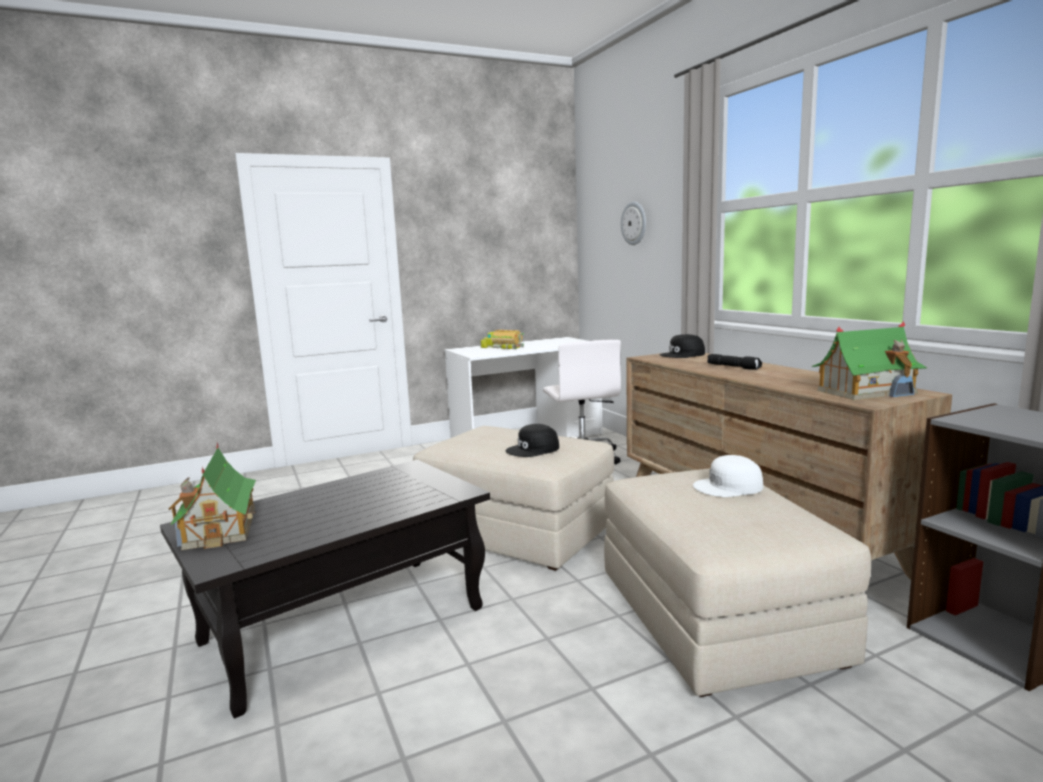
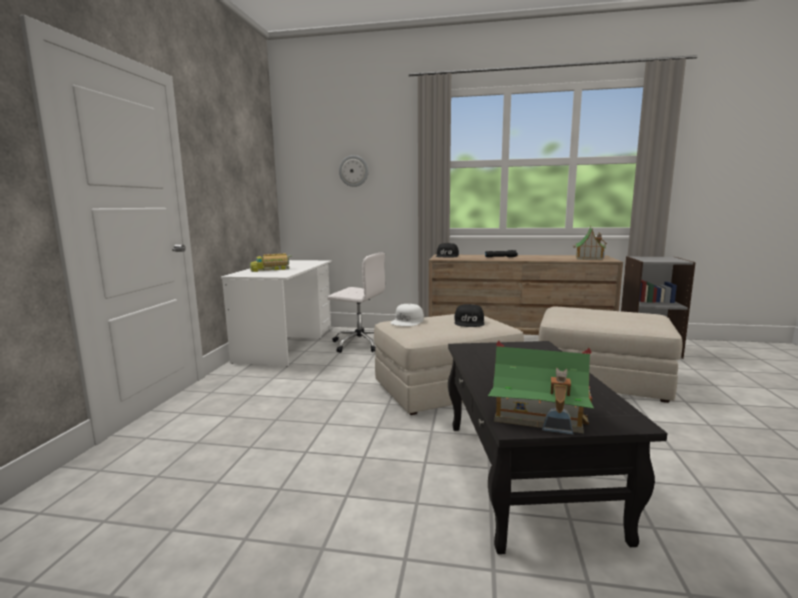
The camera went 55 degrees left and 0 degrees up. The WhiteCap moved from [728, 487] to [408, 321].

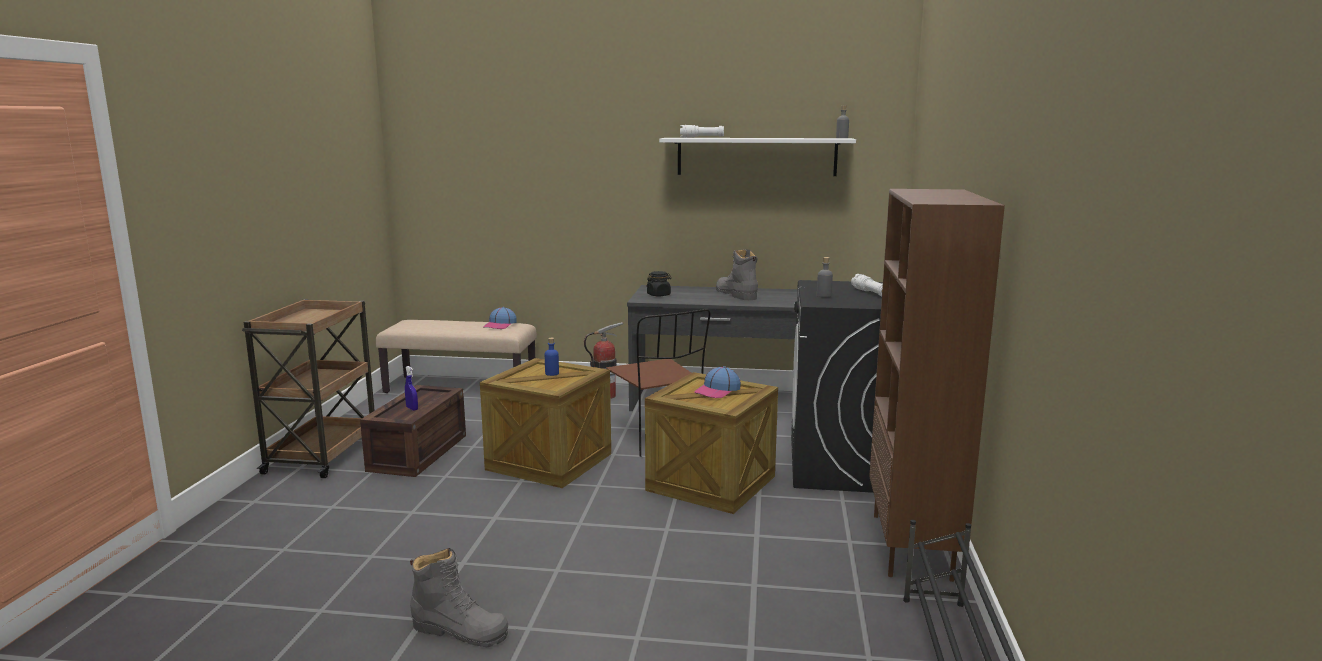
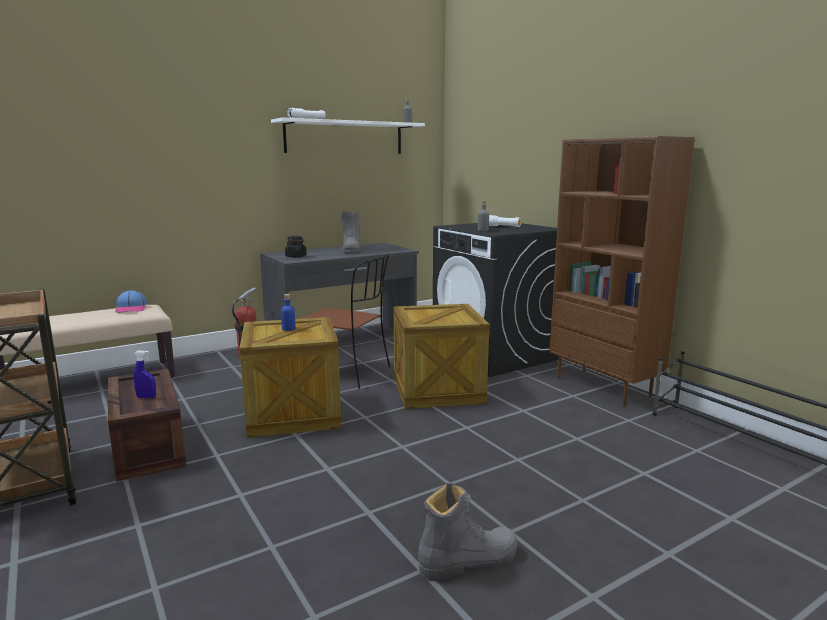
The camera went 40 degrees left and 0 degrees up. The Cap at [717, 391] disappeared. The GreyBoot at [736, 294] turned 120 degrees counterclockwise.

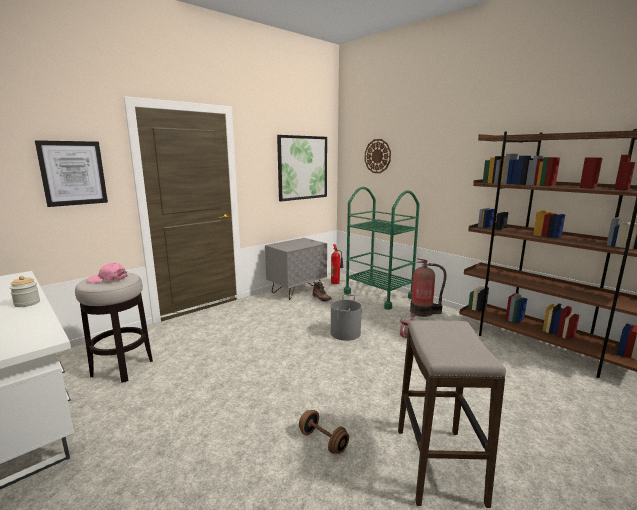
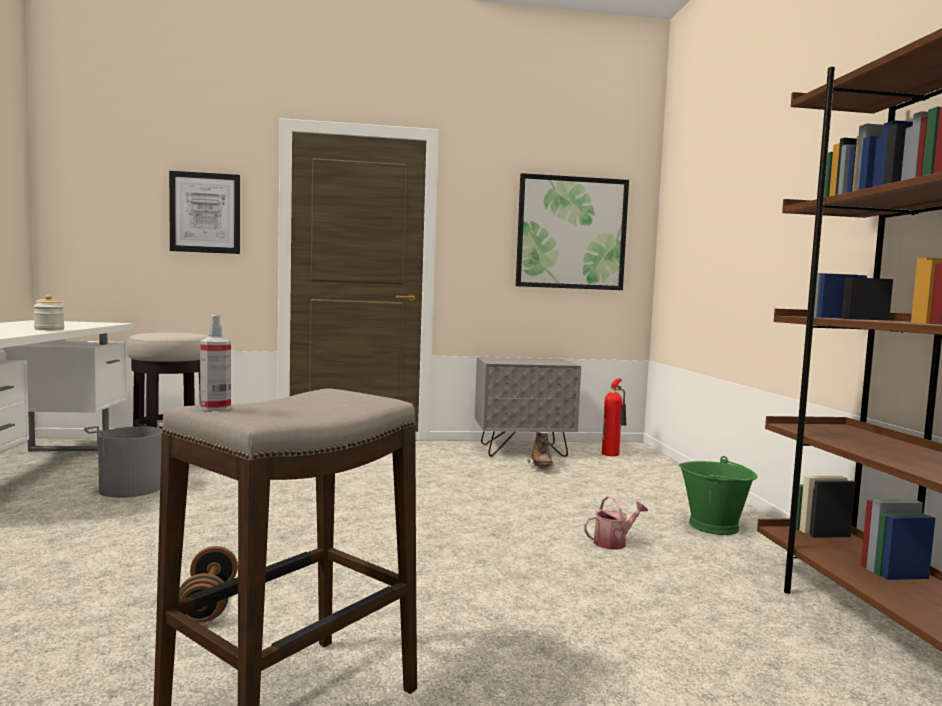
The camera went 35 degrees right and 10 degrees down. The PinkCap at [108, 278] disappeared. The GreyBucket moved from [346, 333] to [132, 488]. The GreenCart at [379, 295] disappeared. The WallClock at [377, 156] disappeared. The FireExtinguisher at [423, 312] was replaced by the GreenBucket at [714, 526]. The SprayBottle at [215, 408] appeared.

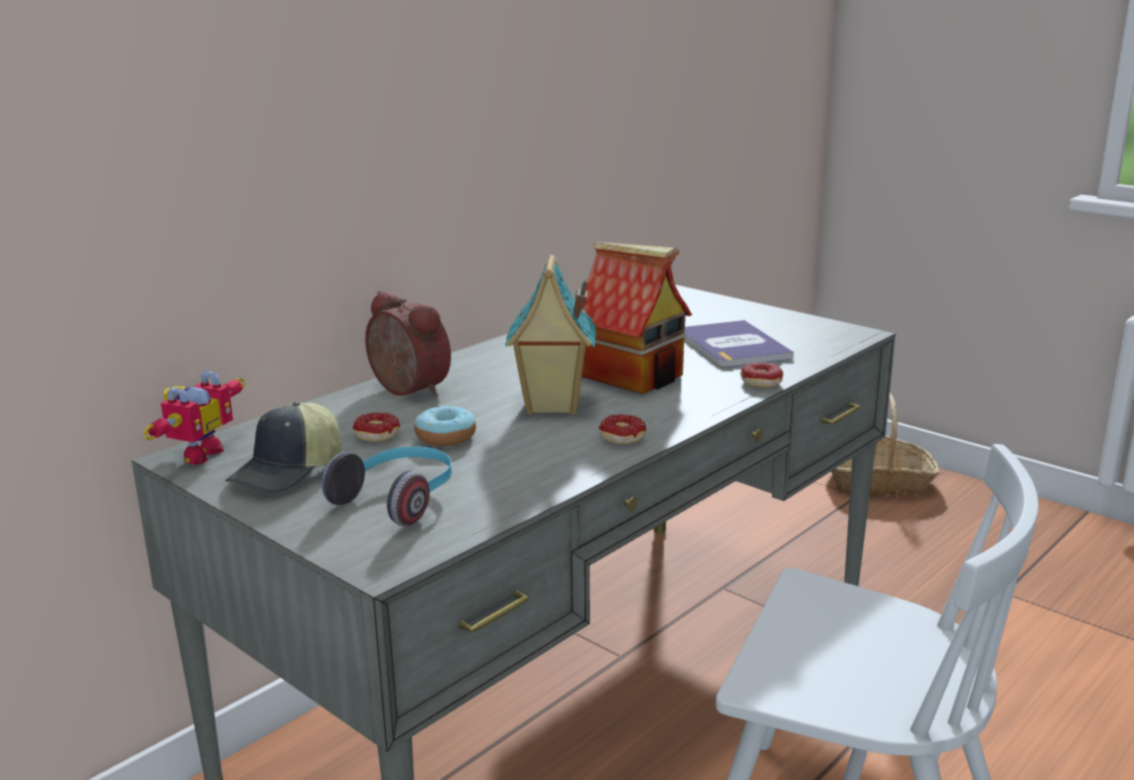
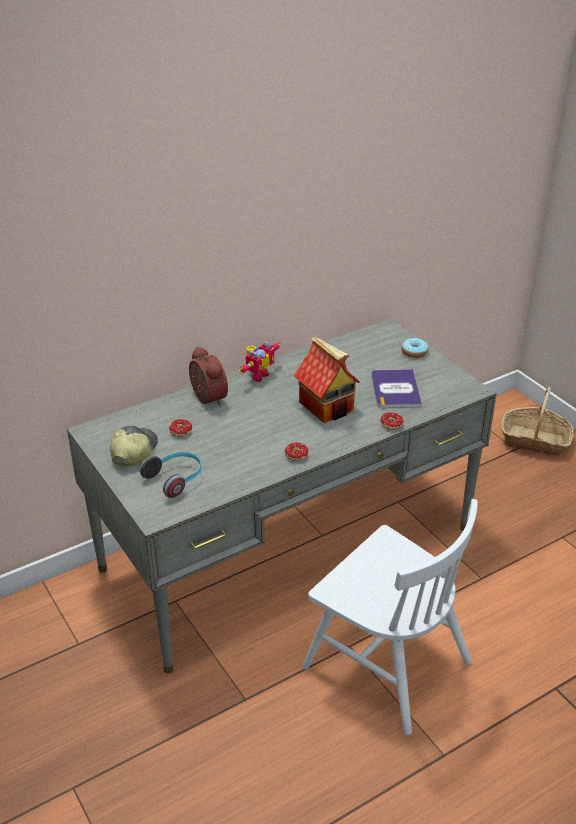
The camera went 15 degrees right and 15 degrees up. The ToyRobot moved from [197, 454] to [257, 375]. The Cap at [289, 472] turned 150 degrees clockwise. The Donut moved from [445, 437] to [414, 352]. The ToyHouse at [551, 406] disappeared.

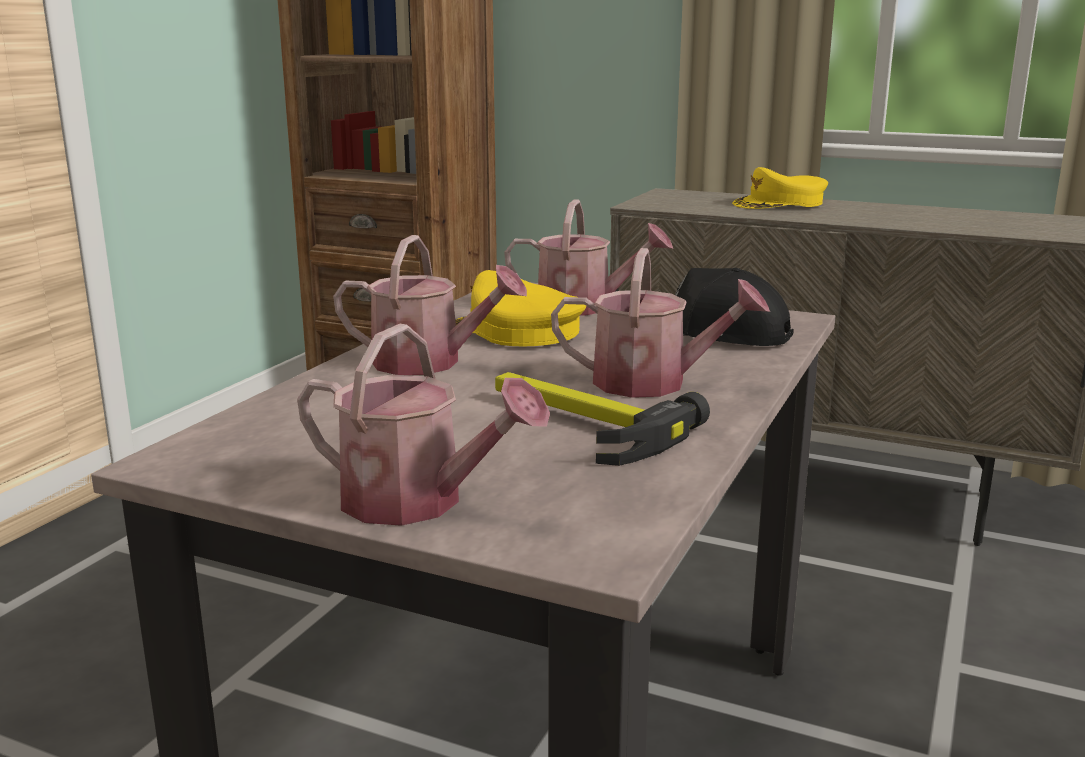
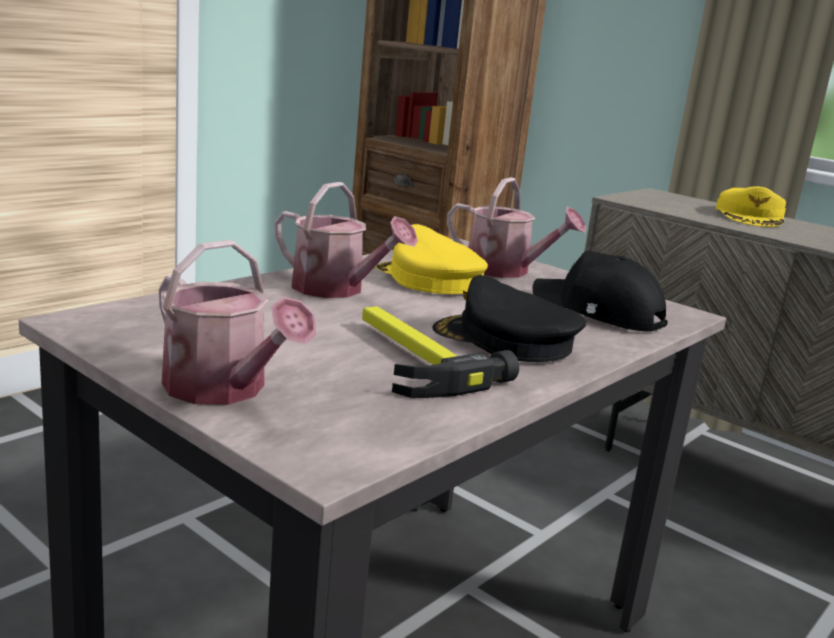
The camera went 15 degrees right and 0 degrees up. The WateringCan at [653, 383] was replaced by the BlackCap at [504, 340]. The YellowCap at [780, 204] turned 75 degrees counterclockwise.

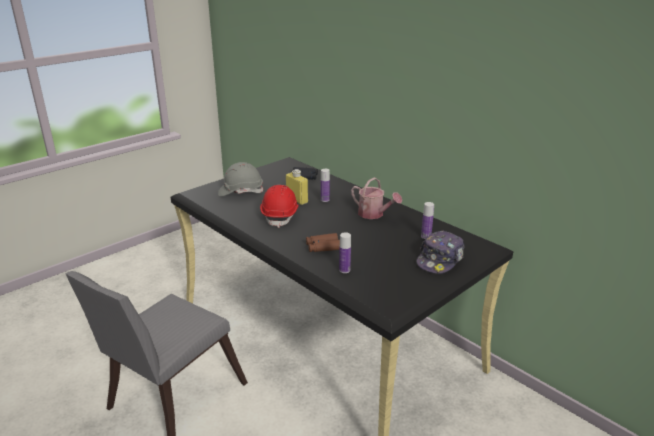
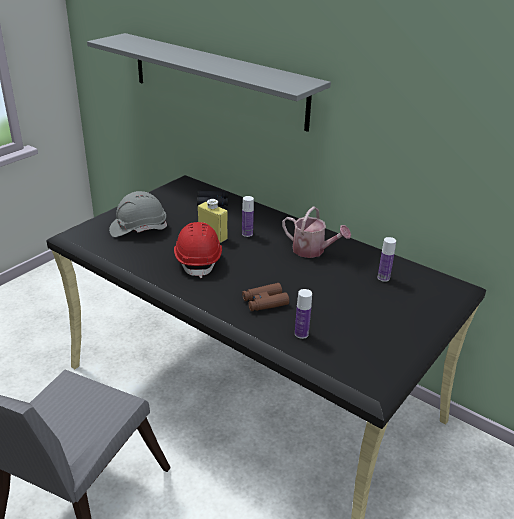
The camera went 10 degrees left and 5 degrees up. The Cap at [440, 260] disappeared. The GreyShelf at [217, 80] appeared.

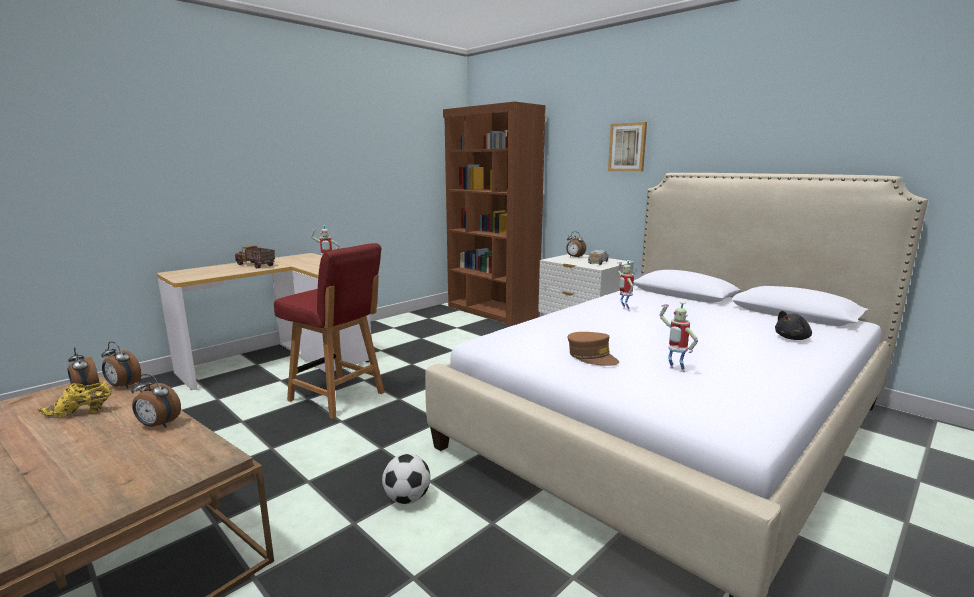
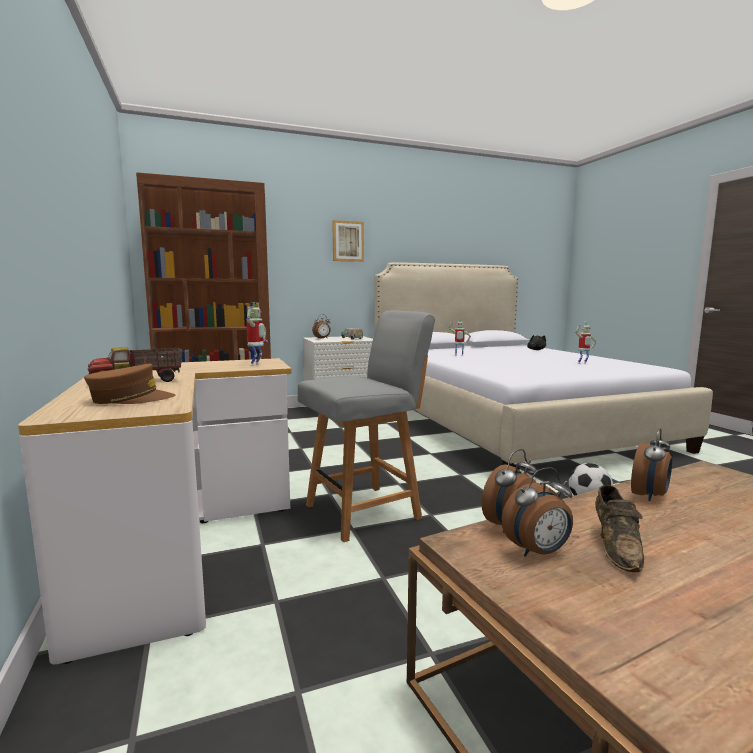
The camera went 65 degrees left and 5 degrees down. The YellowShoe at [80, 413] became the BrownShoe at [616, 547]. The RedChair at [338, 397] became the GreyChair at [365, 511]. The BrownCap moved from [592, 357] to [131, 399].

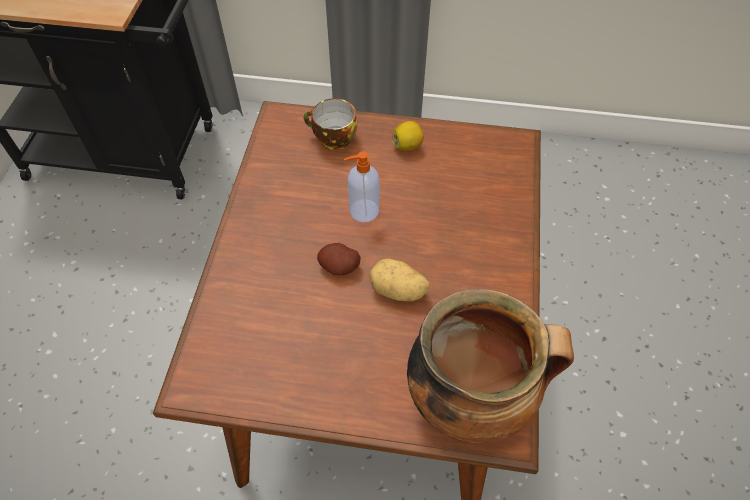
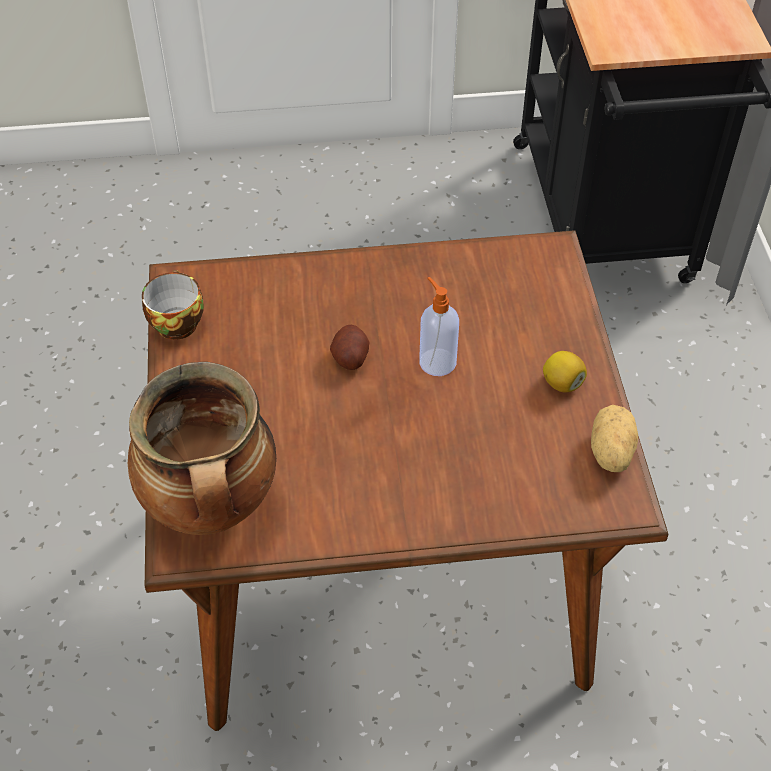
The camera went 75 degrees right and 5 degrees down. The Cup moved from [332, 139] to [175, 322]. The Potato moved from [397, 291] to [609, 452].

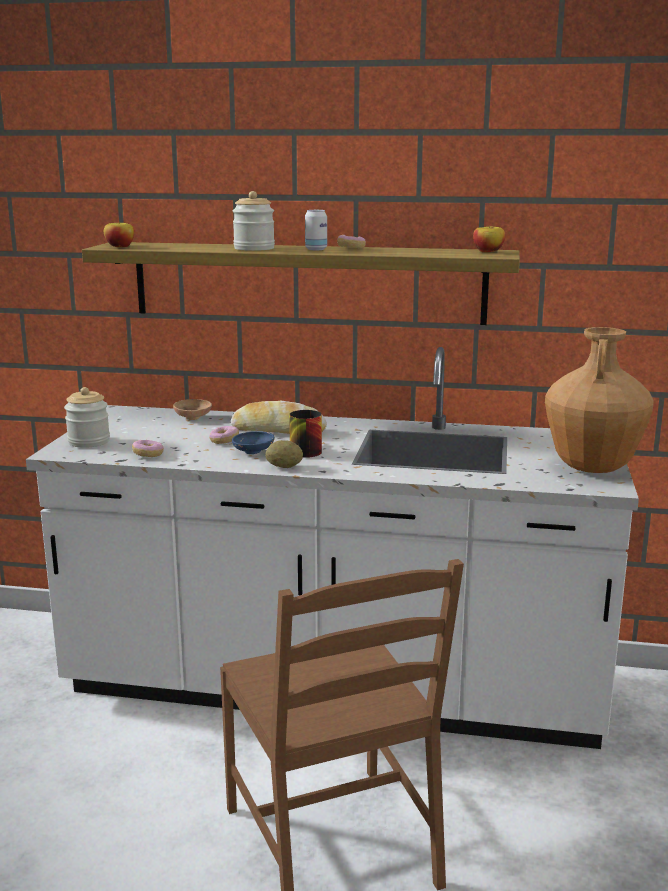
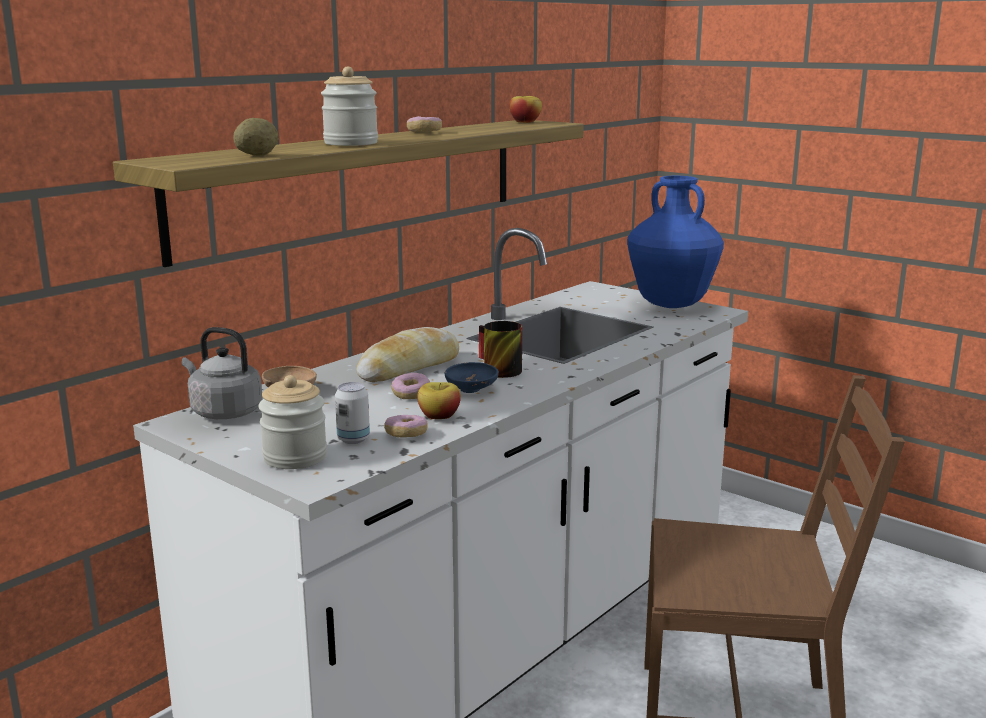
The camera went 60 degrees left and 0 degrees up. The Apple moved from [120, 246] to [439, 416]. The Potato moved from [284, 467] to [257, 155]. The Can moved from [316, 249] to [353, 439]. The BrownVase at [592, 468] became the BlueVase at [671, 305]. The GreyKettle at [223, 412] appeared.

